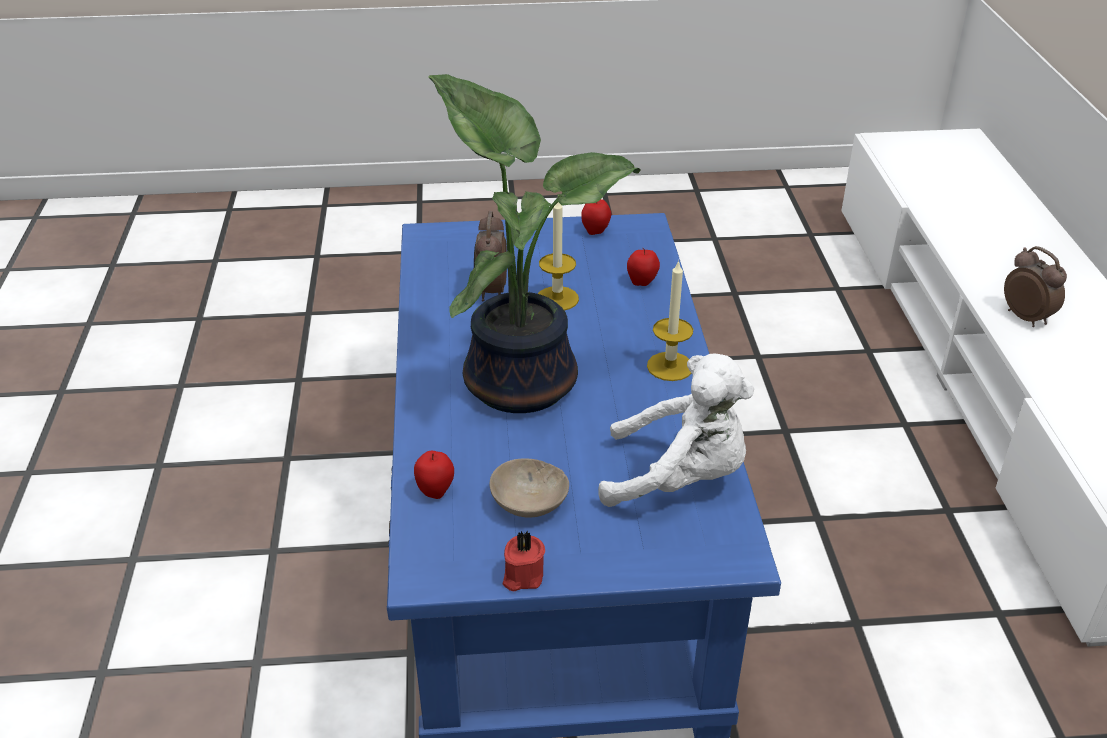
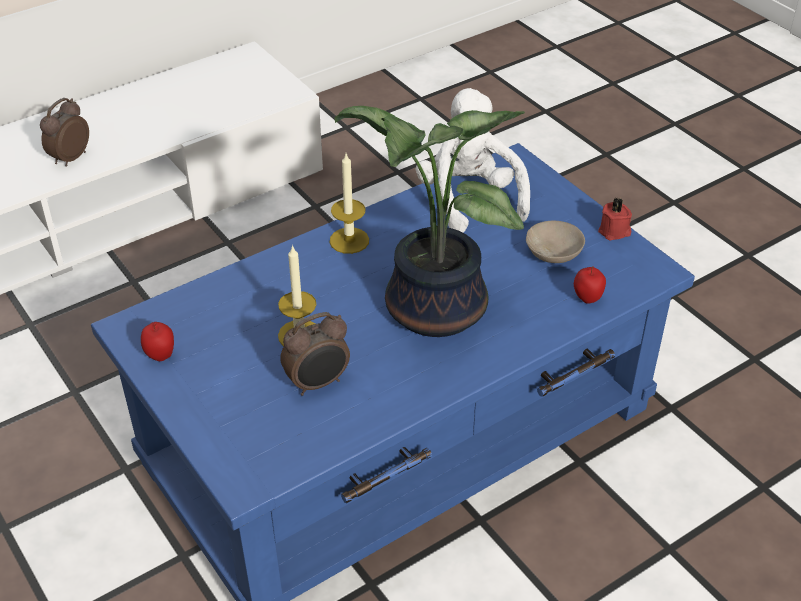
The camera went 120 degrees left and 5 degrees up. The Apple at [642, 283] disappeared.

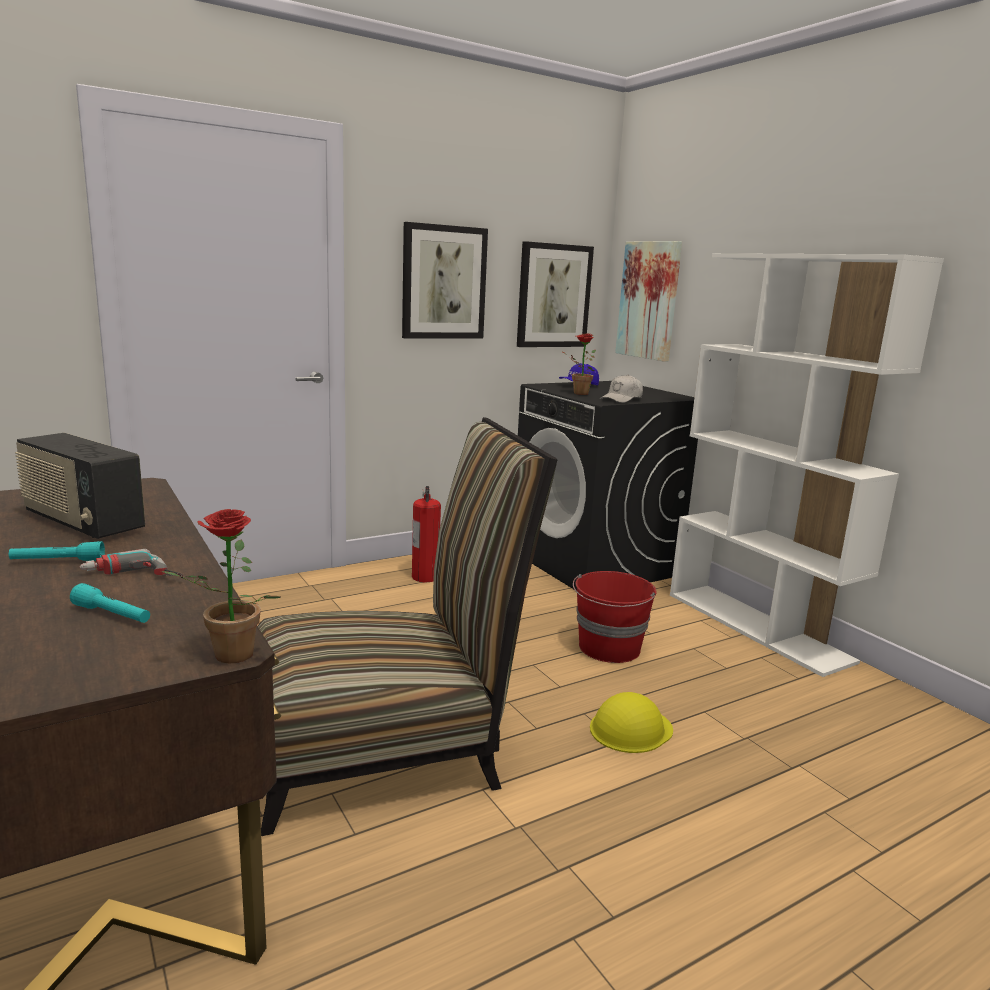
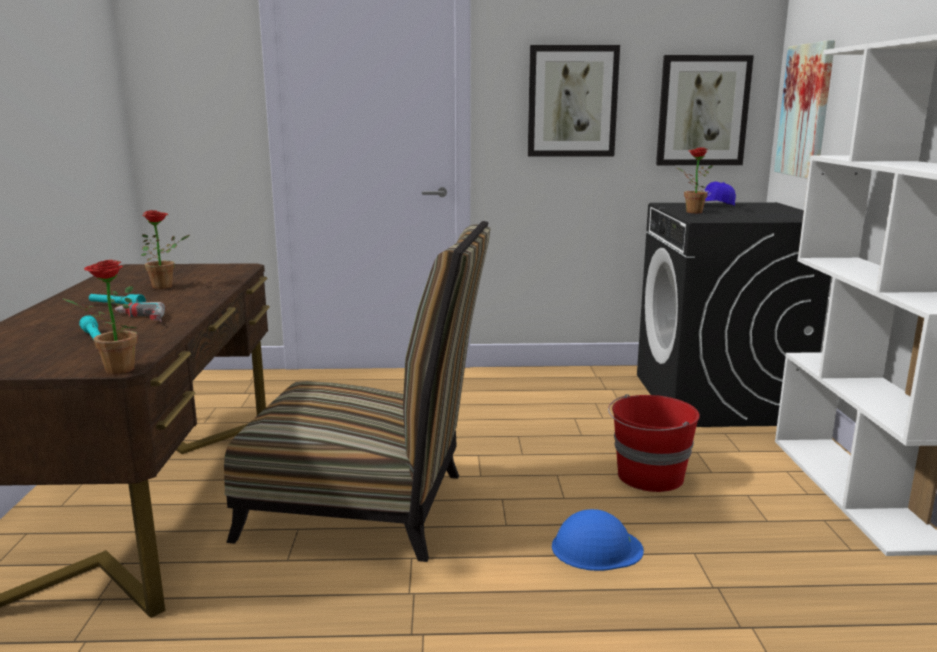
The camera went 30 degrees right and 0 degrees up. The Radio at [82, 523] was replaced by the PottedPlant at [167, 286]. The FireExtinguisher at [425, 576] disappeared. The YellowHardHat at [630, 729] became the BlueHardHat at [596, 548]. The WhiteCap at [622, 399] disappeared.

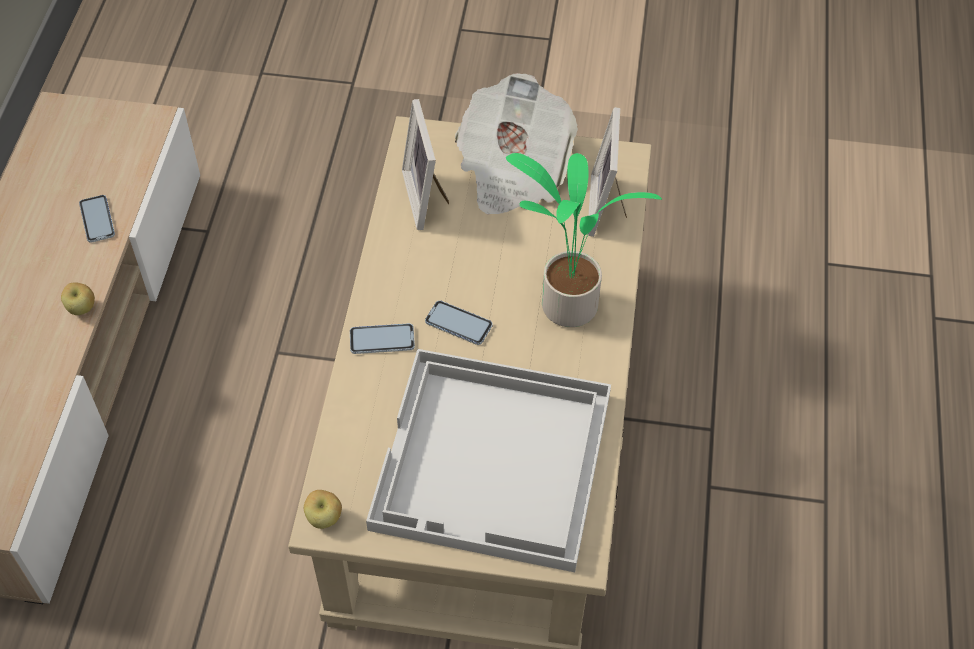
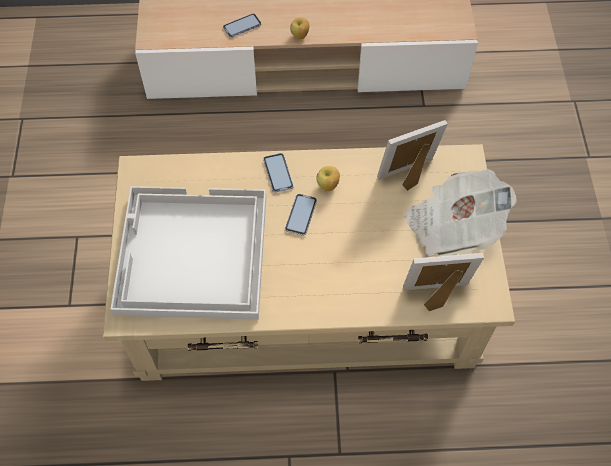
The camera went 80 degrees right and 5 degrees up. The Phone moved from [97, 219] to [242, 26]. The Apple moved from [324, 518] to [328, 186]. The PottedPlant at [565, 307] disappeared.

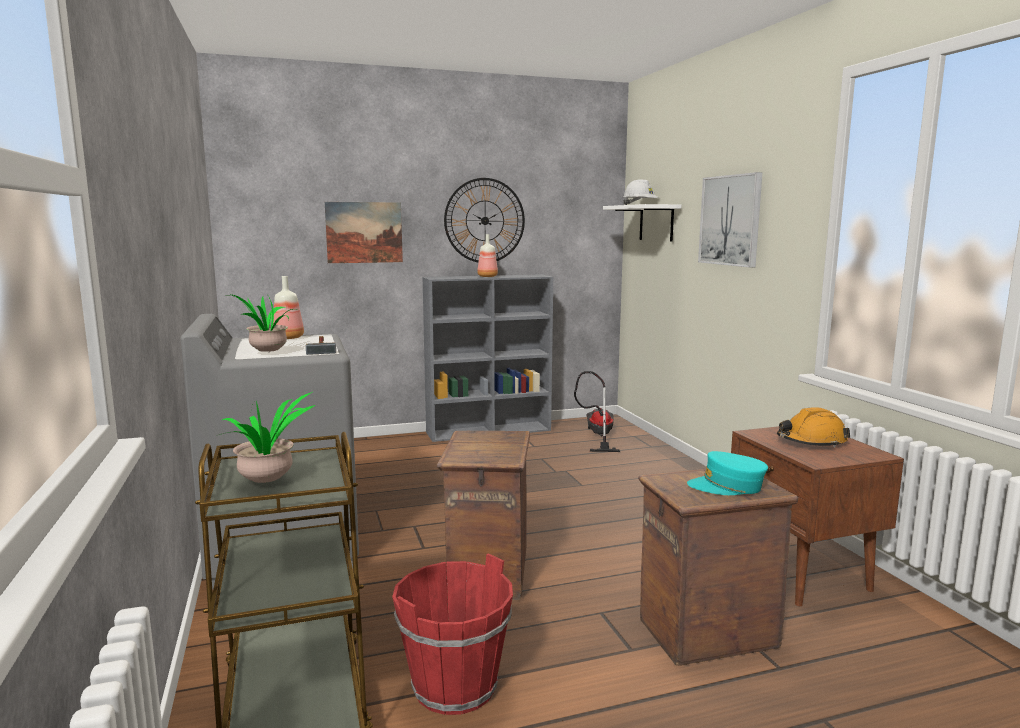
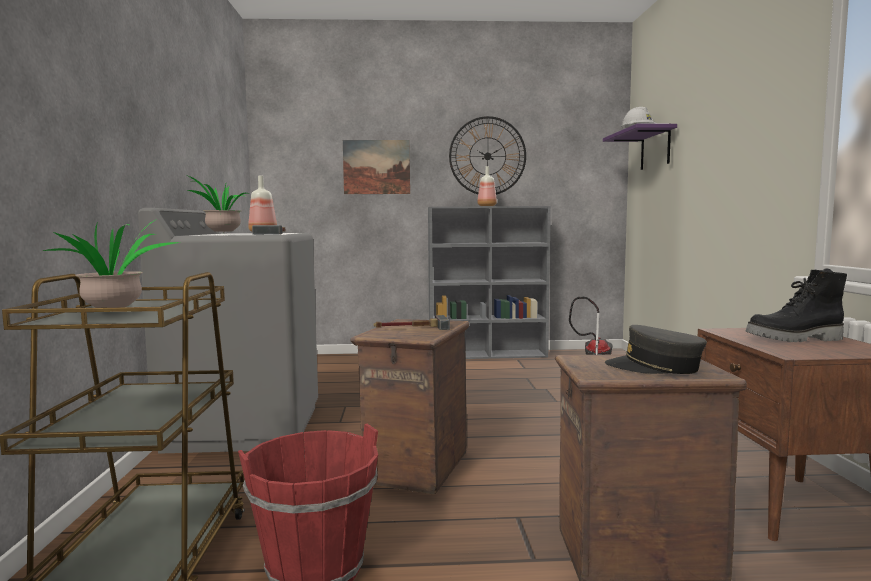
The camera went 15 degrees right and 5 degrees down. The WhiteShelf at [656, 223] became the PurpleShelf at [655, 149]. The TurquoiseCap at [727, 487] became the GreyCap at [655, 367]. The Picture at [730, 220] disappeared. The OrangeHardHat at [811, 441] was replaced by the BlackBoot at [795, 339]. The Hammer at [410, 328] appeared.

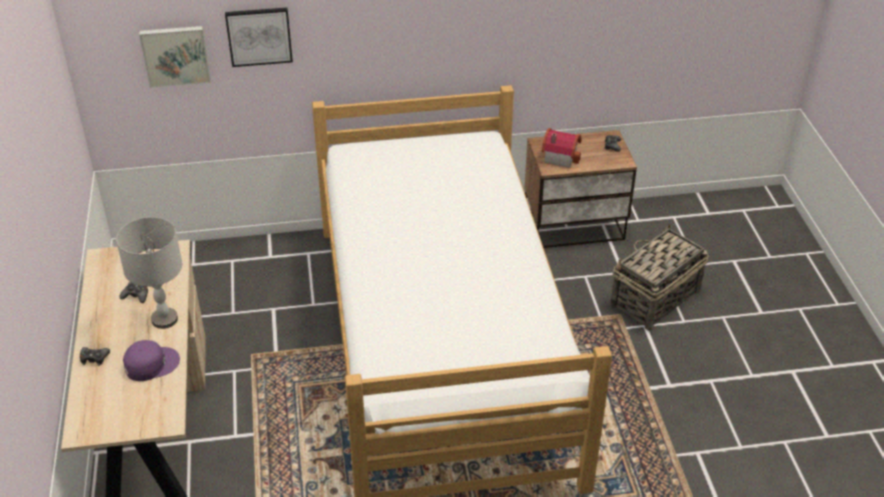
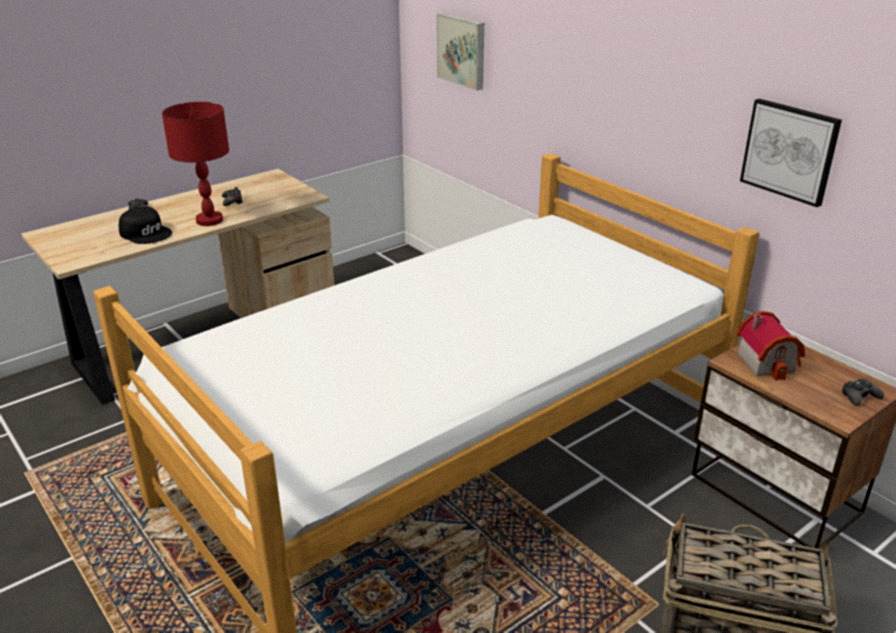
The camera went 60 degrees right and 10 degrees down. The GreyTableLamp at [164, 319] became the RedTableLamp at [209, 220]. The PurpleCap at [151, 363] became the BlackCap at [146, 233]. The Picture moved from [259, 36] to [790, 151].

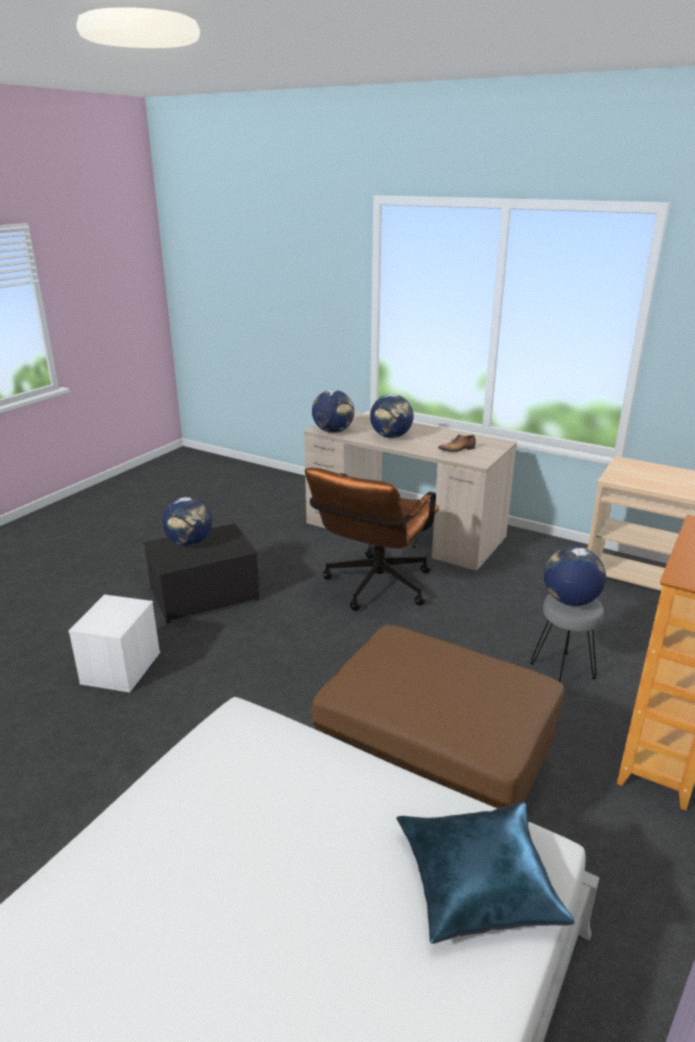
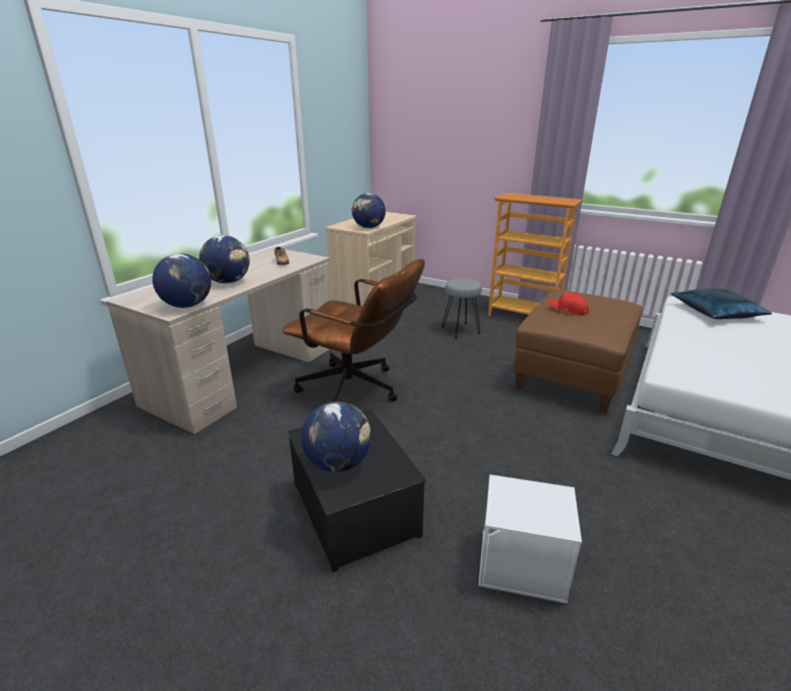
The camera went 90 degrees left and 0 degrees up. The Globe moved from [570, 601] to [369, 227]. The RedCap at [568, 309] appeared.

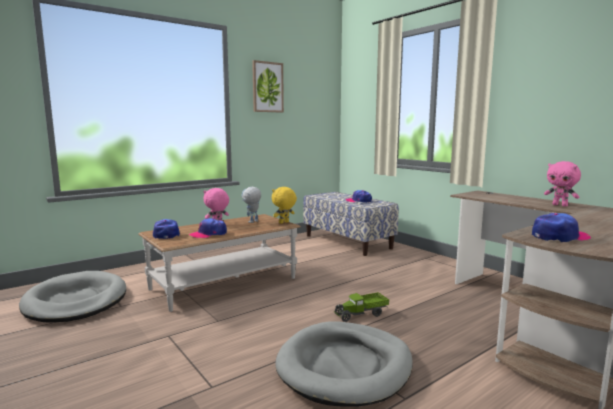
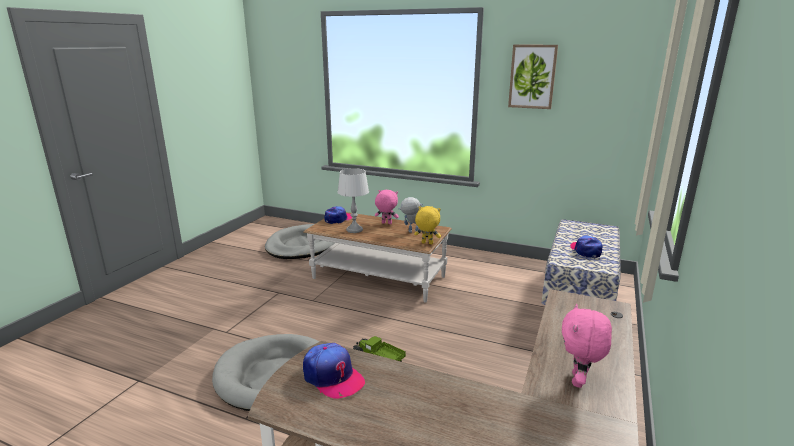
The camera went 60 degrees right and 10 degrees up. The Cap at [208, 234] was replaced by the GreyTableLamp at [354, 230].

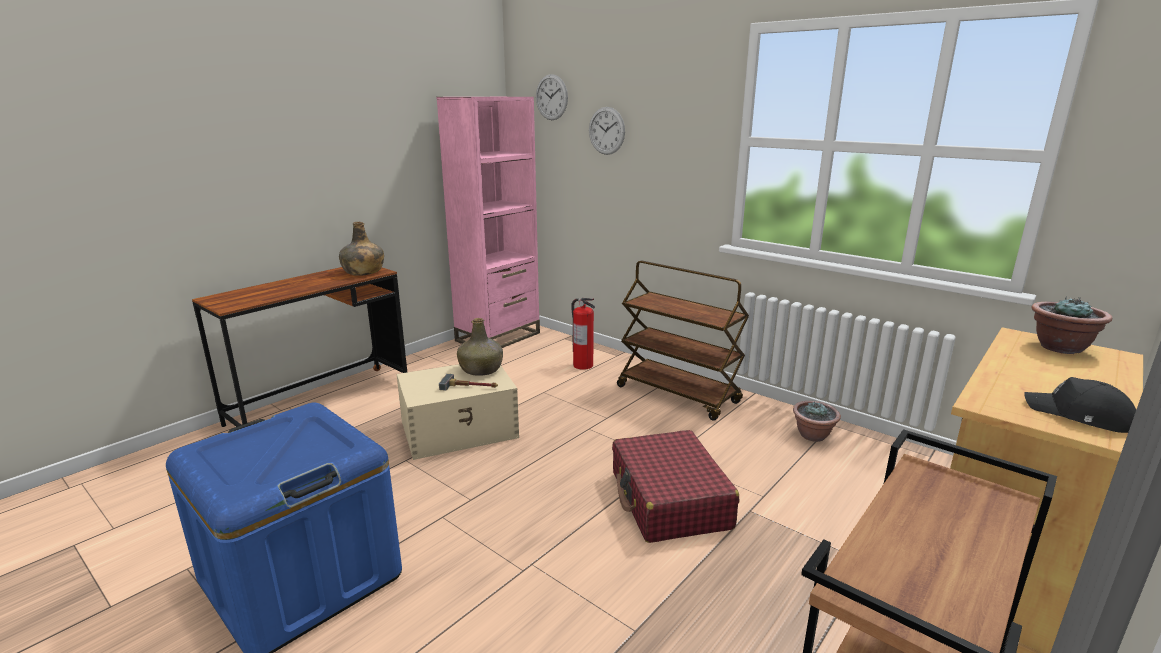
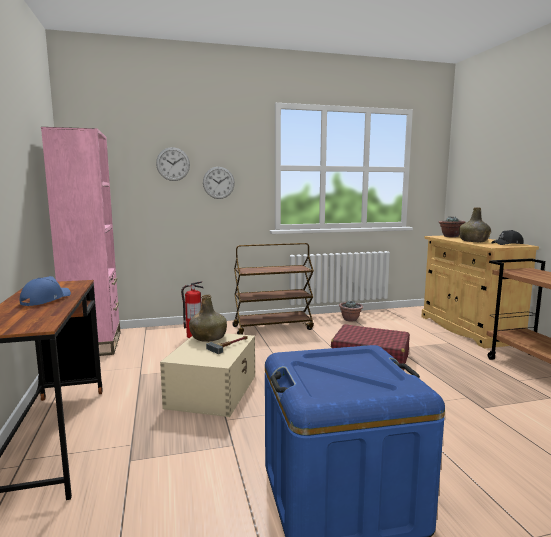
The camera went 55 degrees left and 10 degrees down. The GreenBottle moved from [363, 272] to [474, 241]. The WallClock moved from [551, 97] to [218, 182]. The BlueCap at [45, 299] appeared.

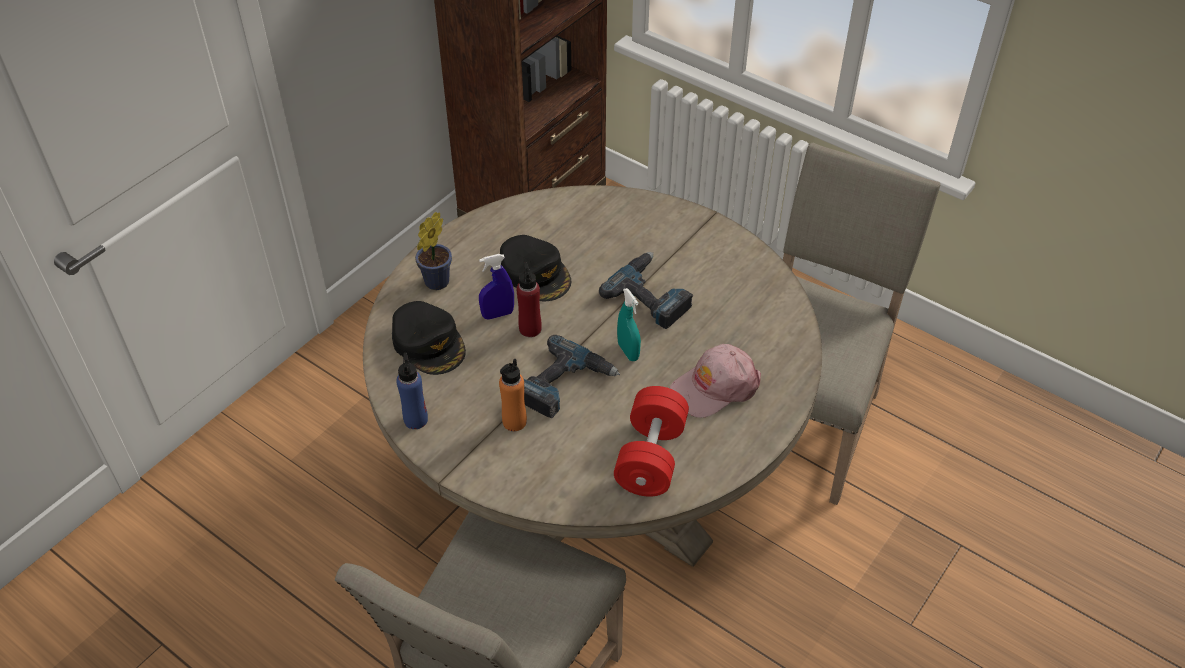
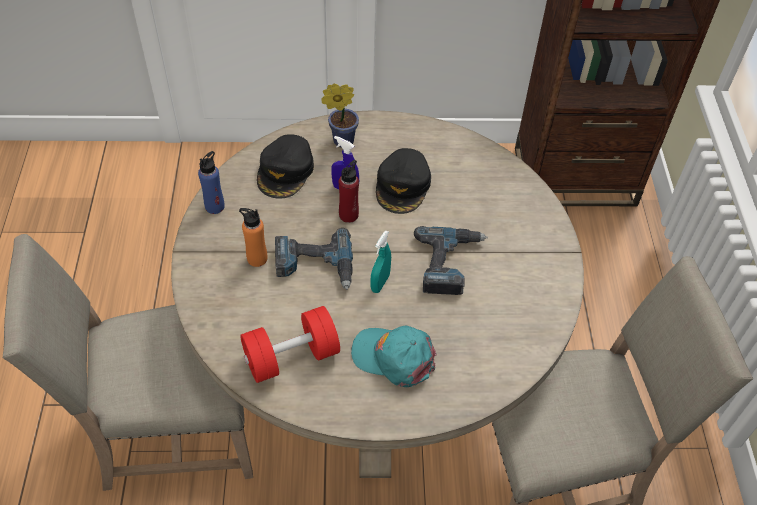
The camera went 50 degrees right and 5 degrees up. The PinkCap at [714, 387] became the TurquoiseCap at [394, 357].

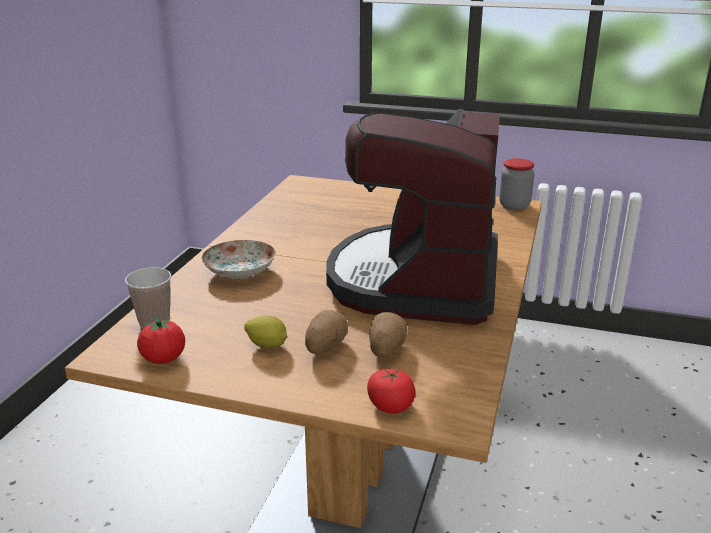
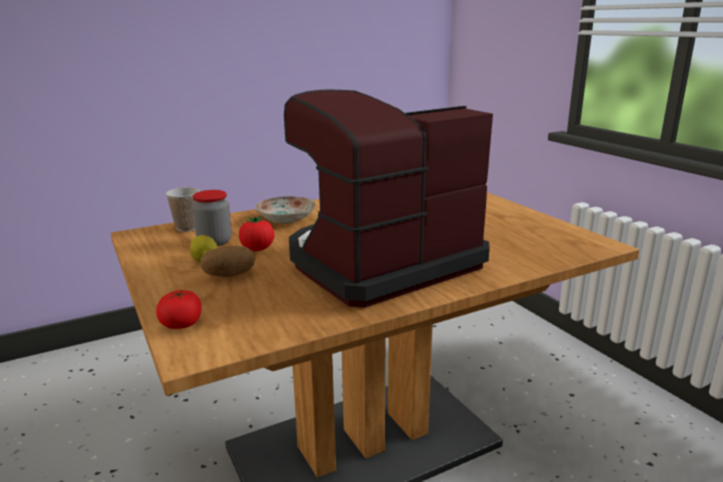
The camera went 45 degrees right and 5 degrees down. The Tomato moved from [163, 359] to [257, 249]. The Potato at [385, 349] disappeared. The Jar moved from [514, 206] to [215, 242].

